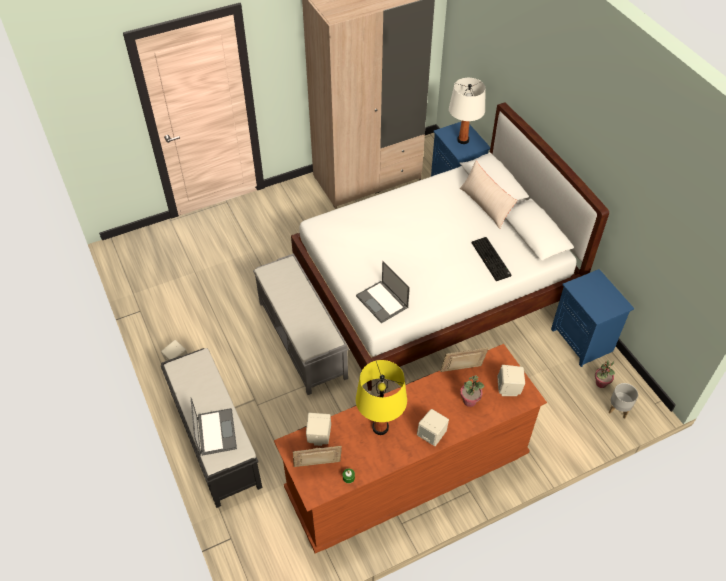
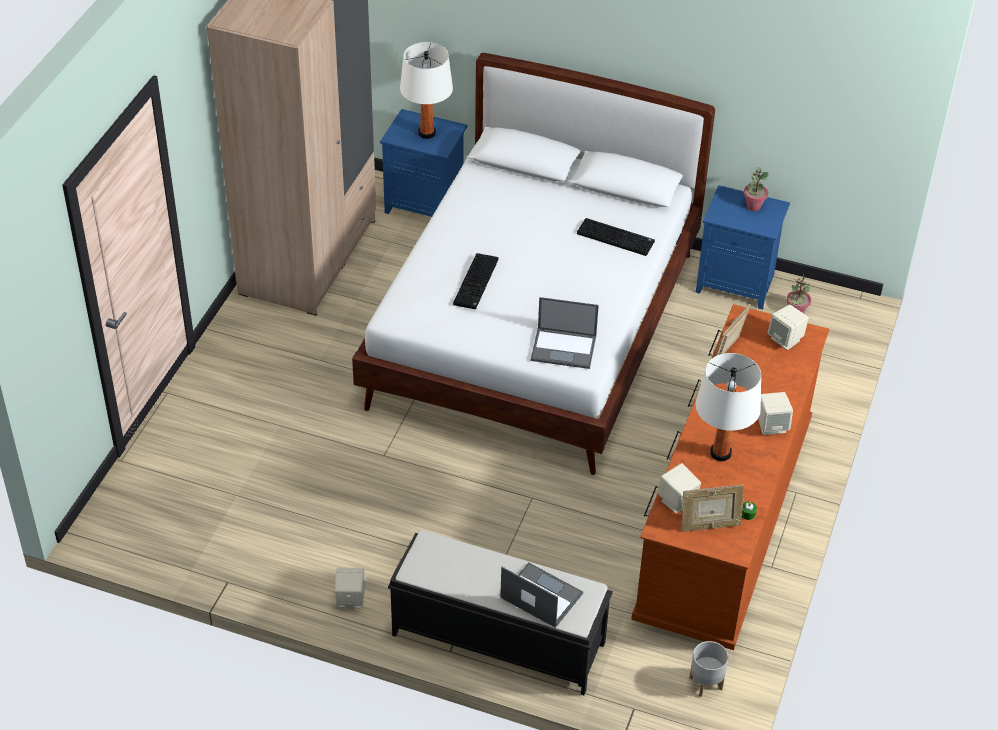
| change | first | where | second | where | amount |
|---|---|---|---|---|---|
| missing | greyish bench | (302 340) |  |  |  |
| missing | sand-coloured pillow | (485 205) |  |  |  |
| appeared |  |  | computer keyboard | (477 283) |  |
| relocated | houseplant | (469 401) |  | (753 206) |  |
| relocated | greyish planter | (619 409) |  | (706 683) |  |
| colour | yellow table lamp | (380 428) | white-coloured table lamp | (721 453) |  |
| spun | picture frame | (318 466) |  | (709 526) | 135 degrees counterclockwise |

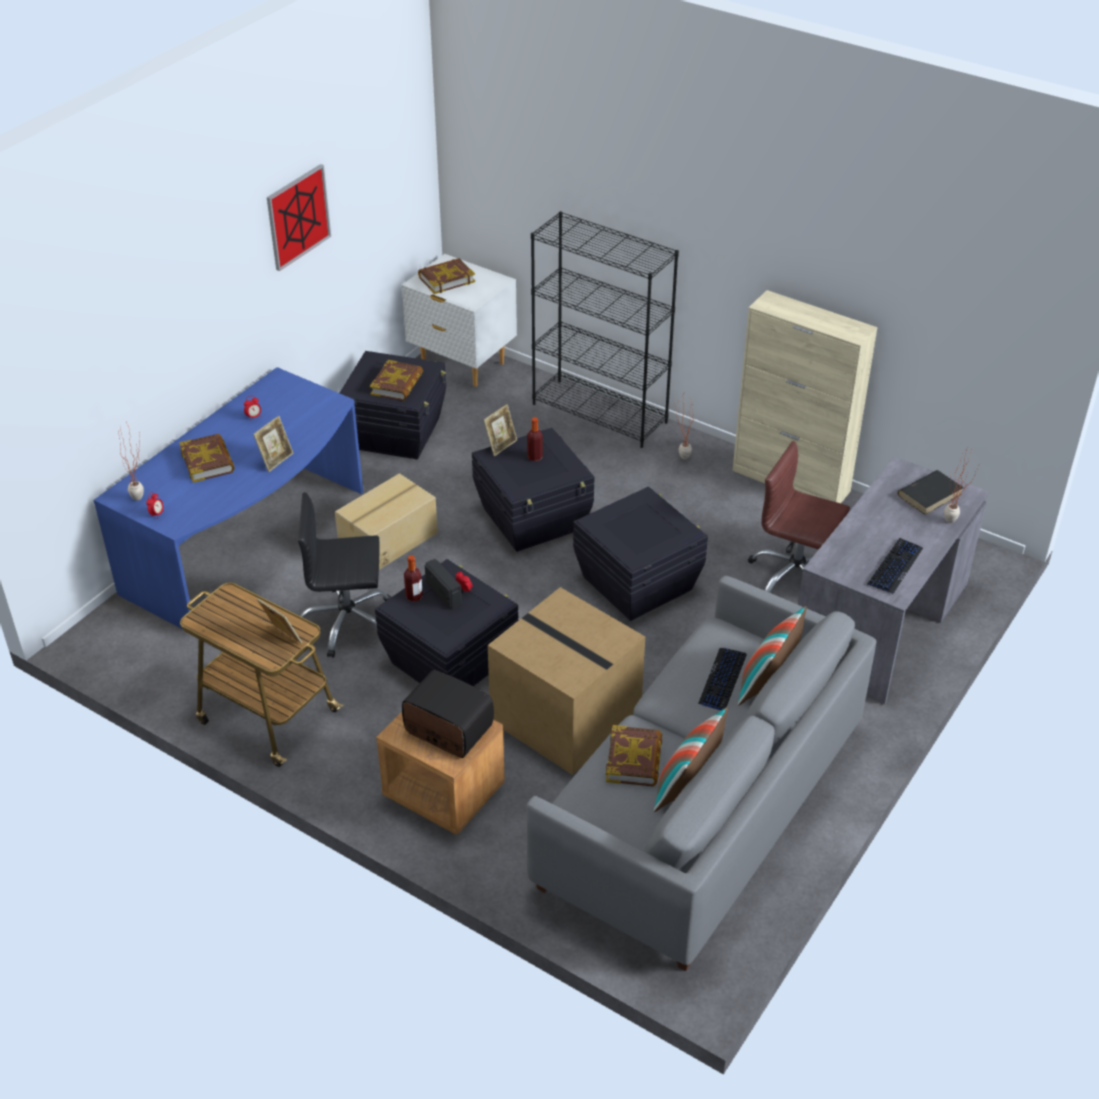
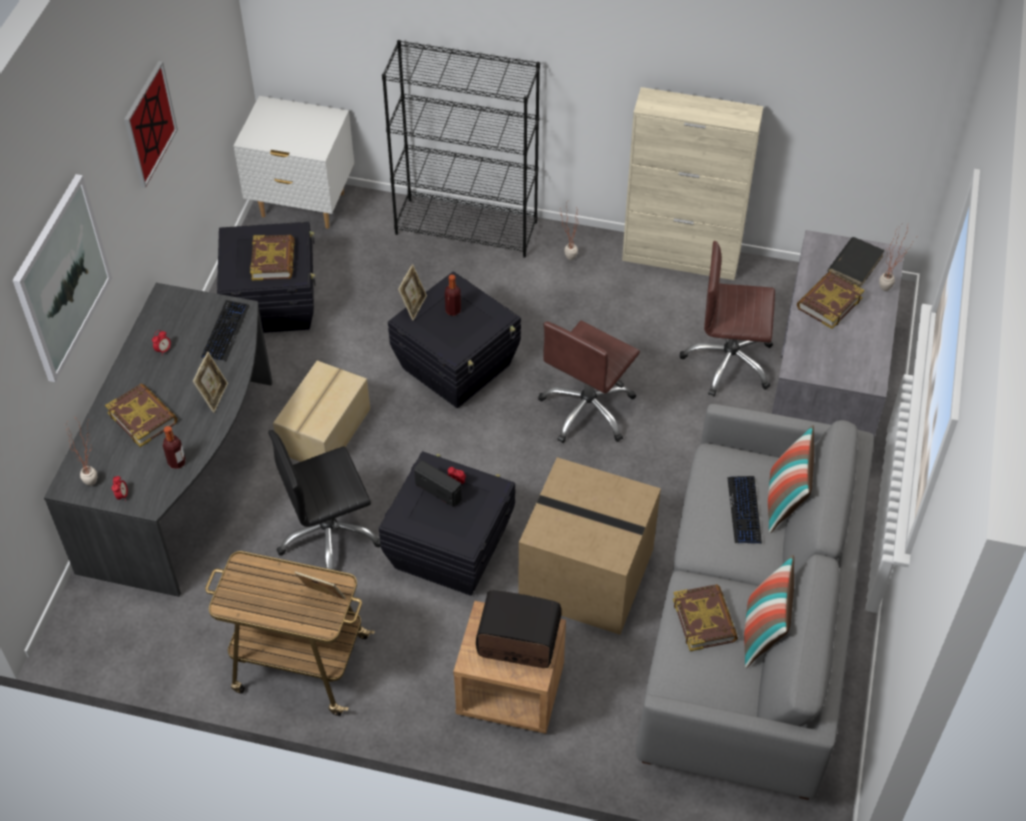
| change | first | where | second | where | amount |
|---|---|---|---|---|---|
| appeared |  |  | wall picture | (62 278) |  |
| relocated | beverage bottle | (414 596) |  | (177 462) |  |
| relocated | book | (446 279) |  | (828 303) |  |
| relocated | computer keyboard | (895 567) |  | (225 331) |  |
| exchanged | blackish storage box | (637 582) | brownish computer chair | (588 410) |  |
| colour | blue-coloured desk table | (251 544) | greyish desk table | (186 475) |  |

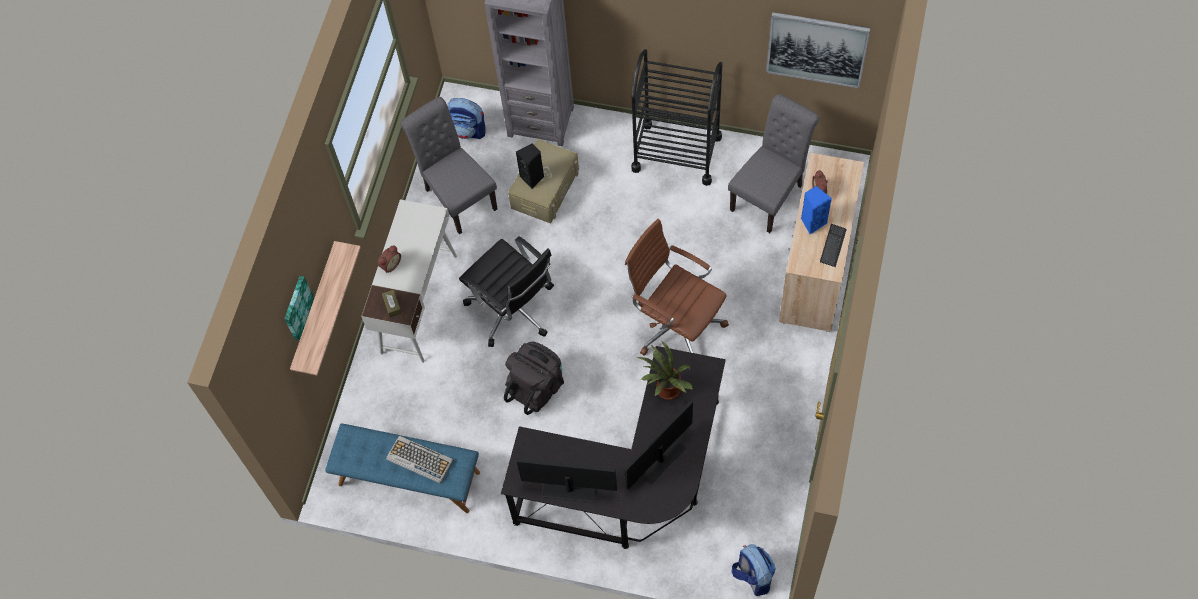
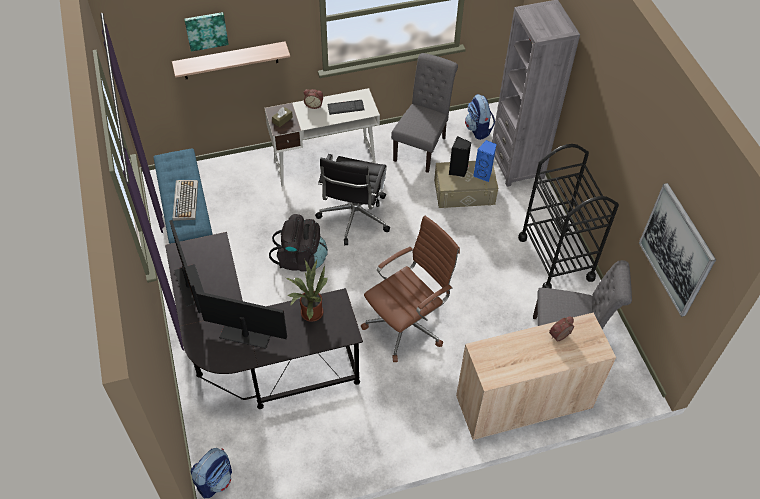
| change | first | where | second | where | amount |
|---|---|---|---|---|---|
| relocated | blue-coloured speaker | (812 222) |  | (483 174) |  |
| relocated | computer keyboard | (833 246) |  | (345 108) |  |
| spun | brownish computer chair | (676 324) |  | (407 324) | 45 degrees clockwise |

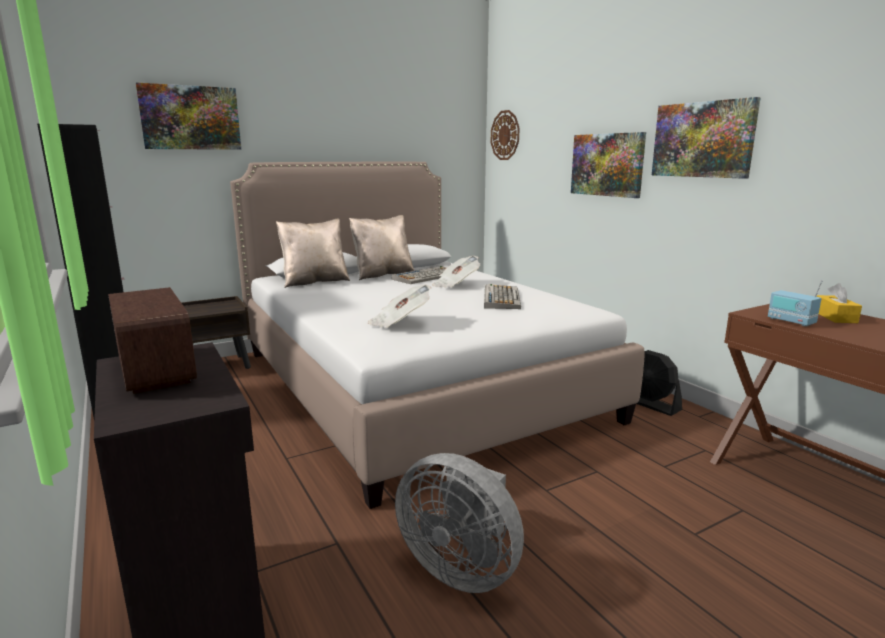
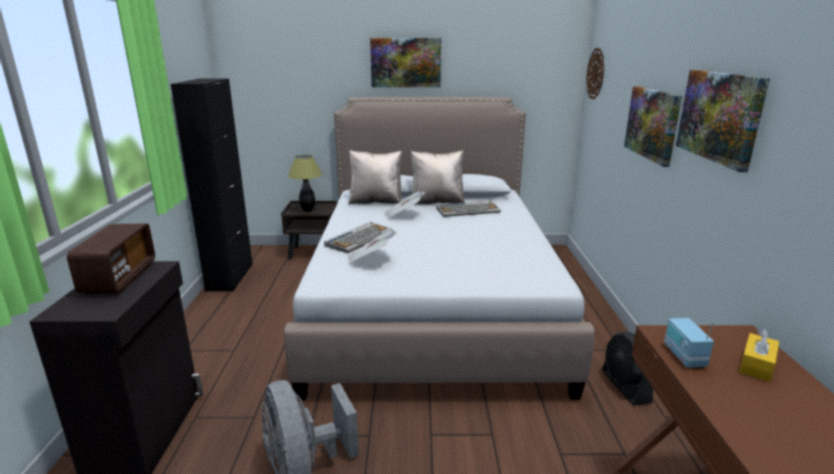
| change | first | where | second | where | amount |
|---|---|---|---|---|---|
| appeared |  |  | table lamp | (308 210) |  |
| relocated | wall picture | (190 118) |  | (405 62) |  |
| relocated | printed paper | (455 284) |  | (403 215) |  |
| relocated | computer keyboard | (501 298) |  | (359 238) |  |

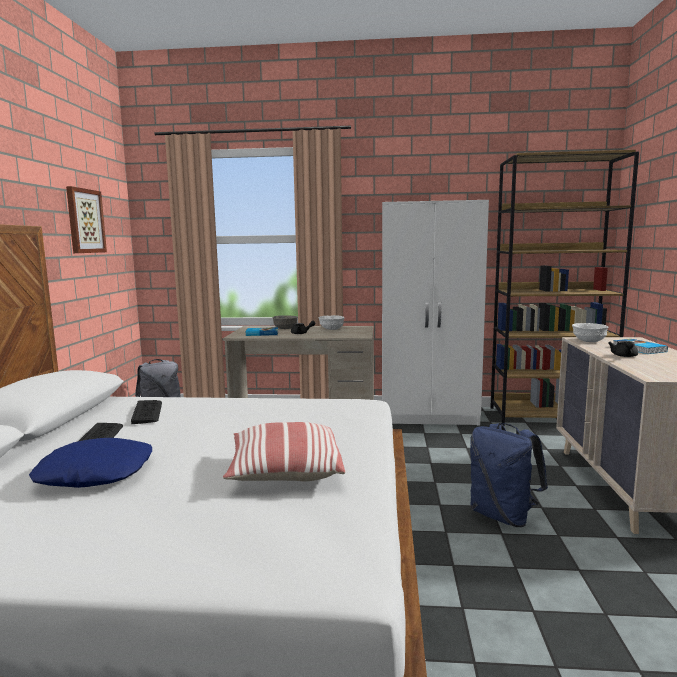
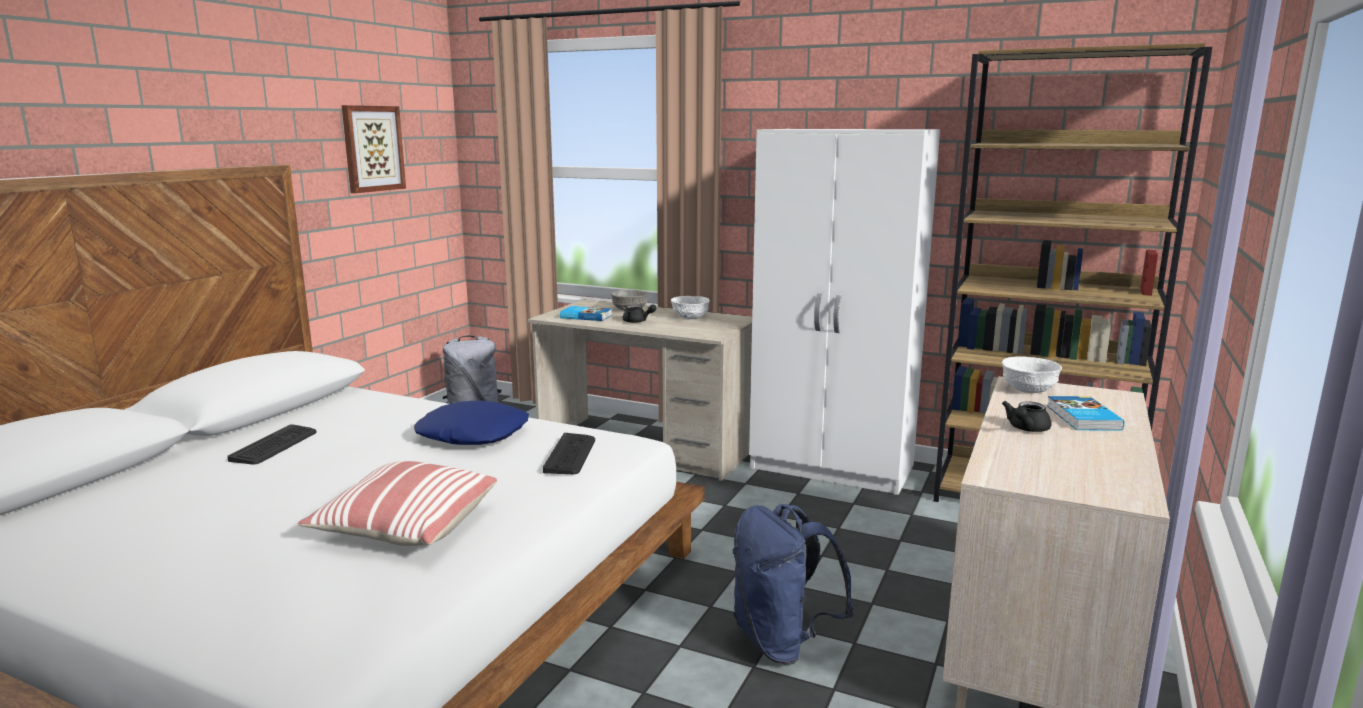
| change | first | where | second | where | amount |
|---|---|---|---|---|---|
| relocated | blue-coloured pillow | (96 473) |  | (474 434) |  |
| relocated | computer keyboard | (147 412) |  | (570 455) |  |

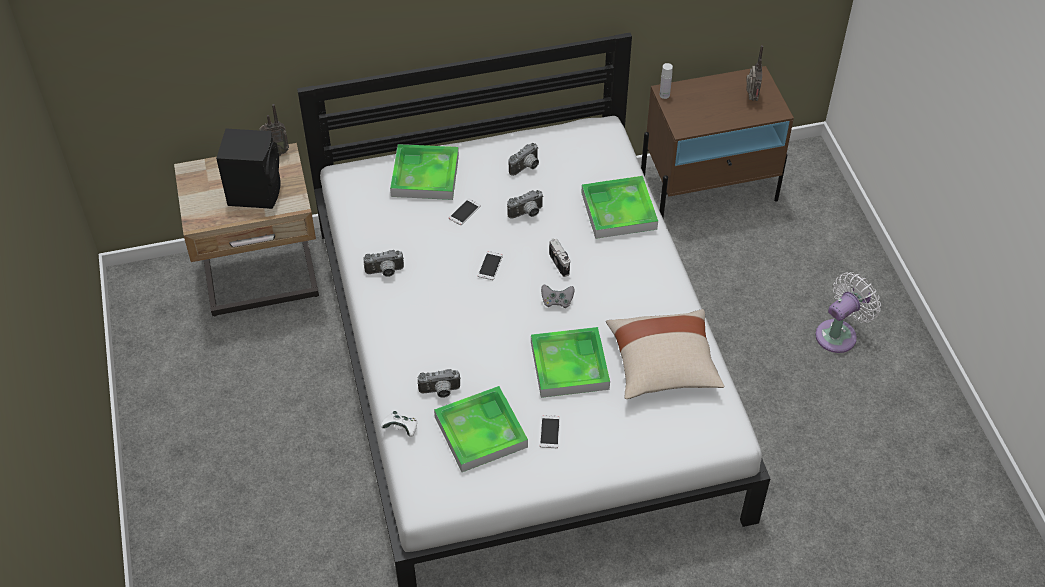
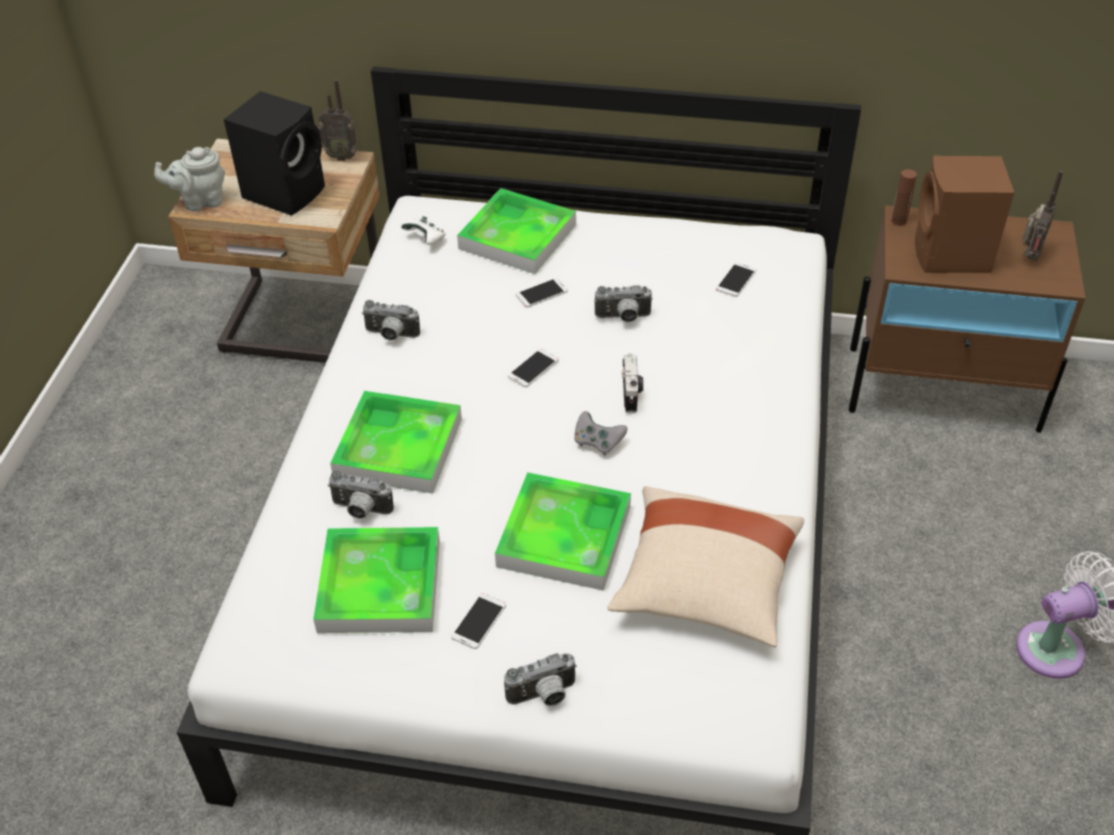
| change | first | where | second | where | amount |
|---|---|---|---|---|---|
| appeared |  |  | greyish teapot | (200 201) |  |
| appeared |  |  | telephone | (736 280) |  |
| appeared |  |  | brownish speaker | (951 256) |  |
| relocated | white-coloured gamepad | (401 429) |  | (426 240) |  |
| relocated | still camera | (526 168) |  | (543 696) |  |
| relocated | serving tray | (618 211) |  | (398 447) |  |
| colour | white-coloured beverage bottle | (664 95) | brownish beverage bottle | (898 220) |  |

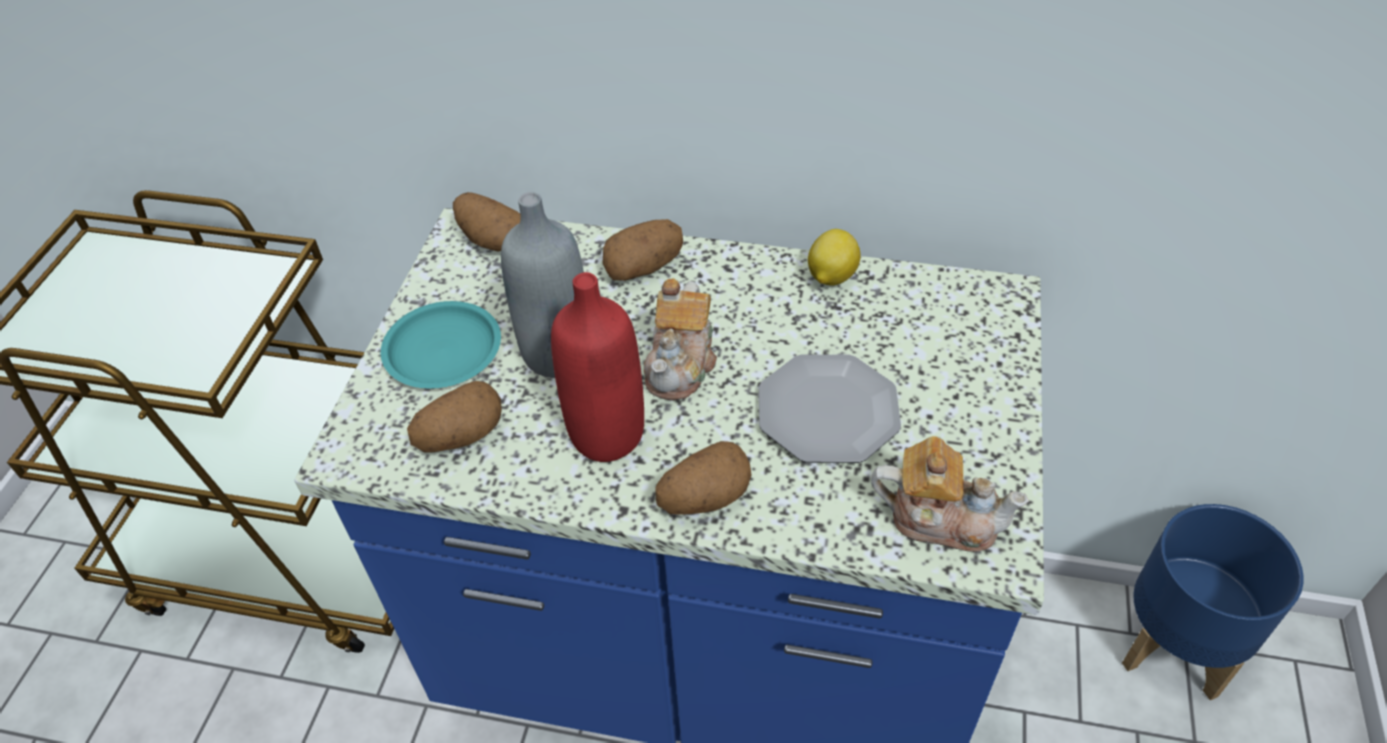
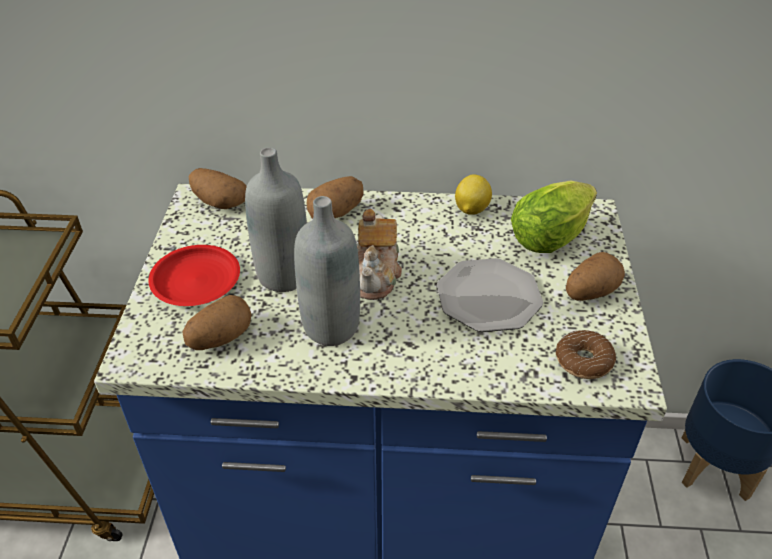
| change | first | where | second | where | amount |
|---|---|---|---|---|---|
| appeared |  |  | lettuce head | (553 235) |  |
| relocated | potato | (704 498) |  | (590 292) |  |
| exchanged | teapot | (941 518) | ring doughnut | (584 361) |  |
| colour | blue-green plate | (444 350) | red-coloured plate | (196 280) |  |
| colour | red-coloured beverage bottle | (607 435) | greyish beverage bottle | (331 327) |  |

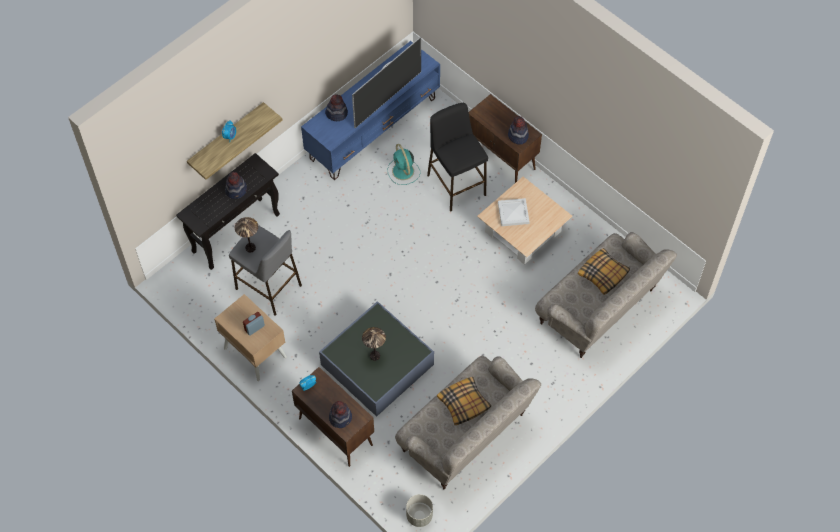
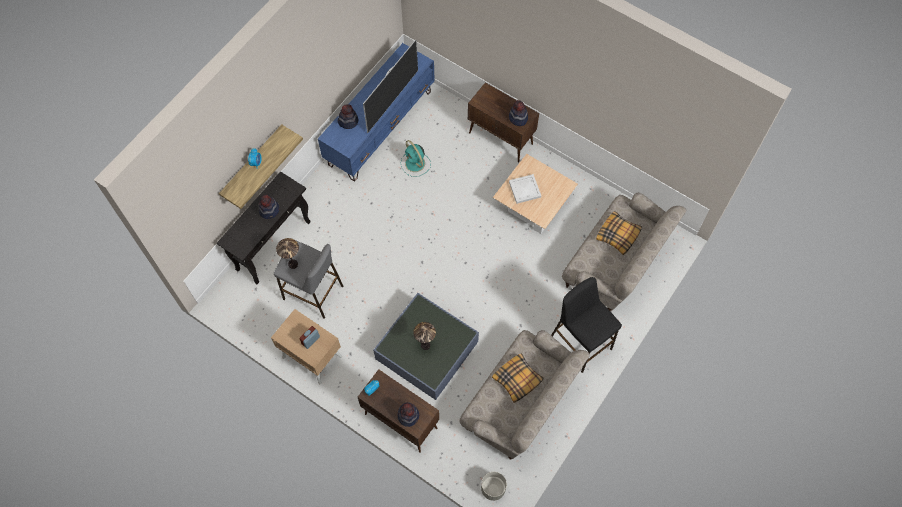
| change | first | where | second | where | amount |
|---|---|---|---|---|---|
| relocated | blackish sitting stool | (456 185) |  | (580 342) |  |

